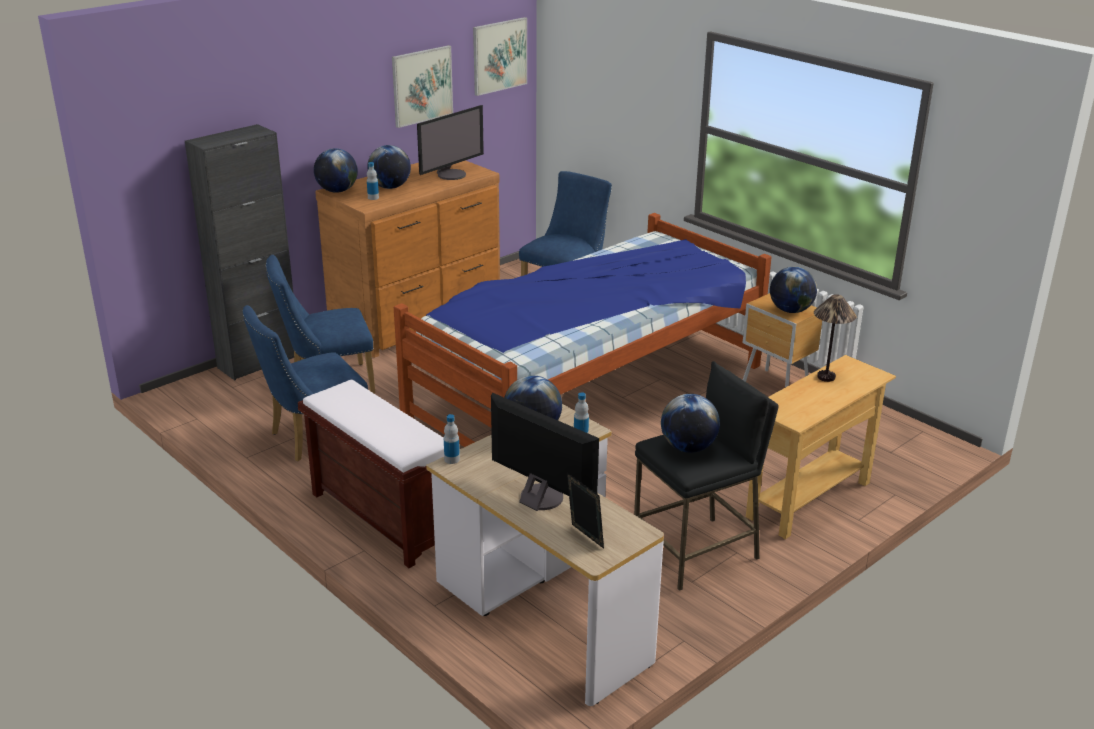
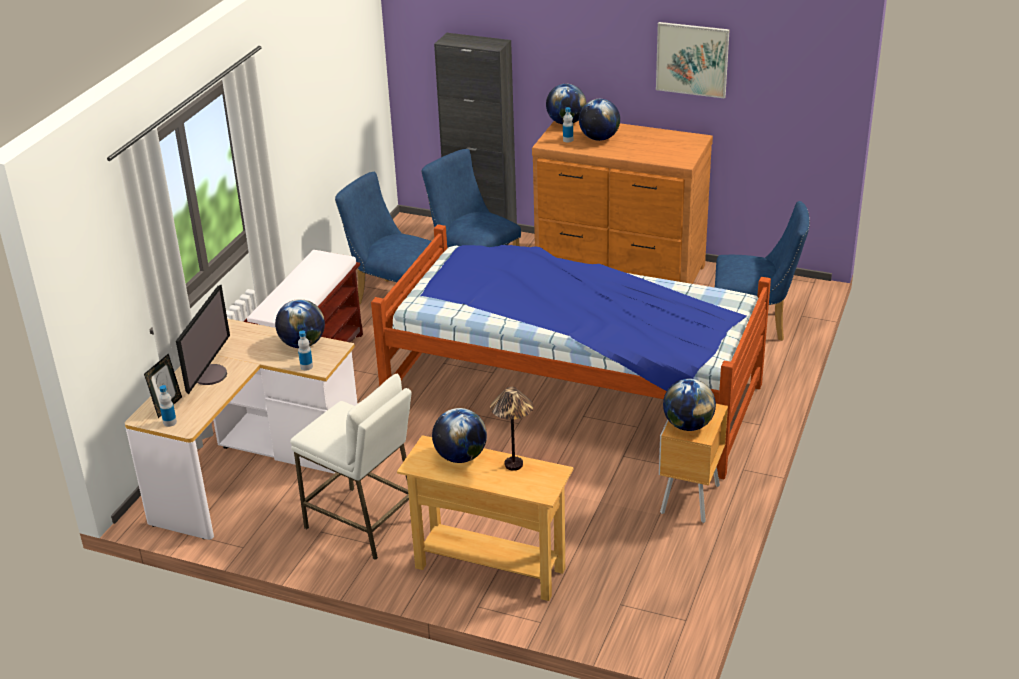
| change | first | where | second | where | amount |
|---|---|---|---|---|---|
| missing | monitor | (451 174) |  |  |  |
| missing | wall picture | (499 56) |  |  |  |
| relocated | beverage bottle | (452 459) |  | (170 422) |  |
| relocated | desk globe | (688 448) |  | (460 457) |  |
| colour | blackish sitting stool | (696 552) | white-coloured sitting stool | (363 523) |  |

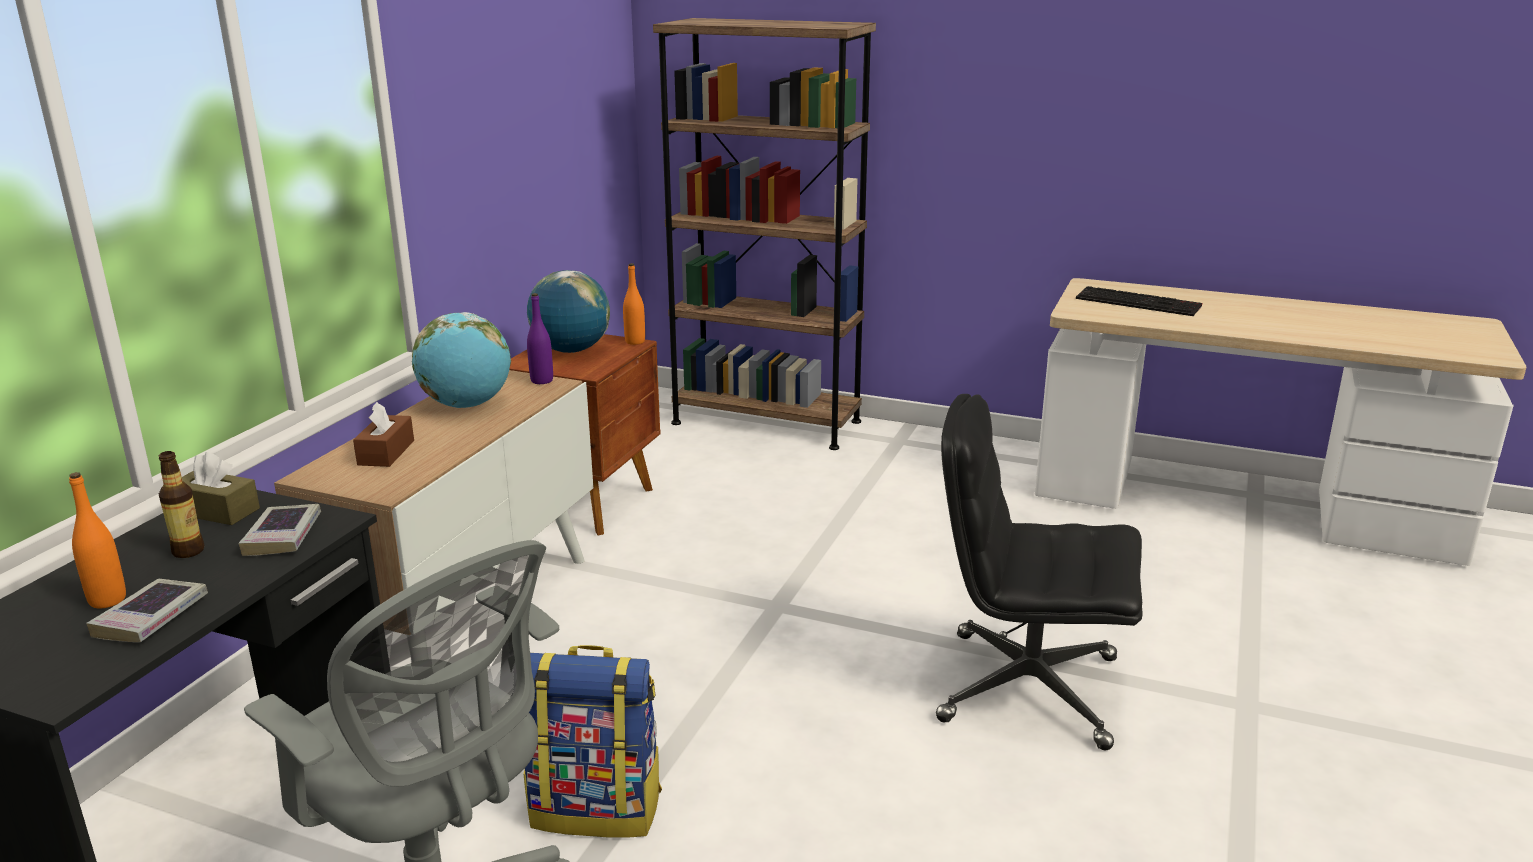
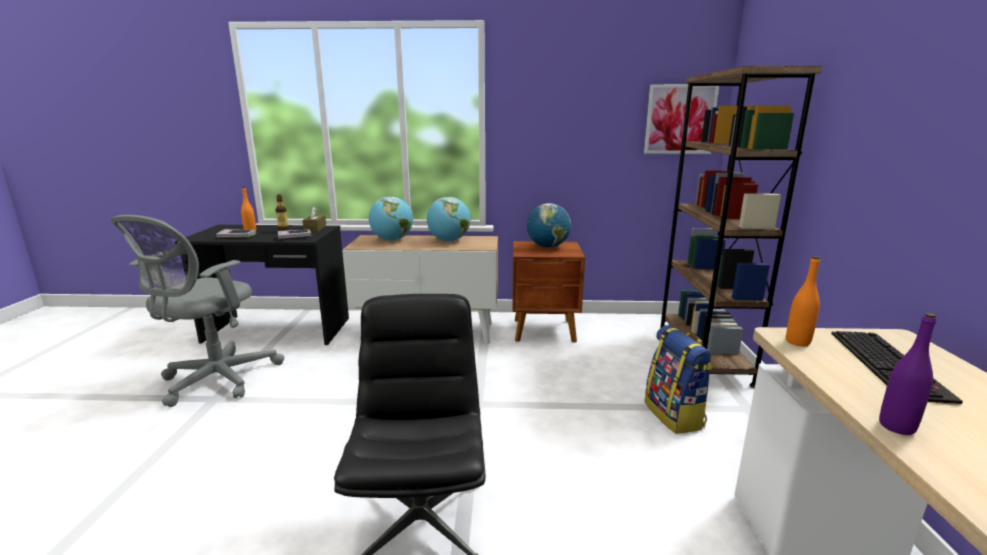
| change | first | where | second | where | amount |
|---|---|---|---|---|---|
| appeared |  |  | wall picture | (680 119) |  |
| relocated | rucksack | (598 808) |  | (674 415) |  |
| relocated | purplish beverage bottle | (542 380) |  | (896 426) |  |
| relocated | orange beverage bottle | (635 341) |  | (797 342) |  |
| exchanged | brownish tissue box | (386 453) | desk globe | (392 240) |  |

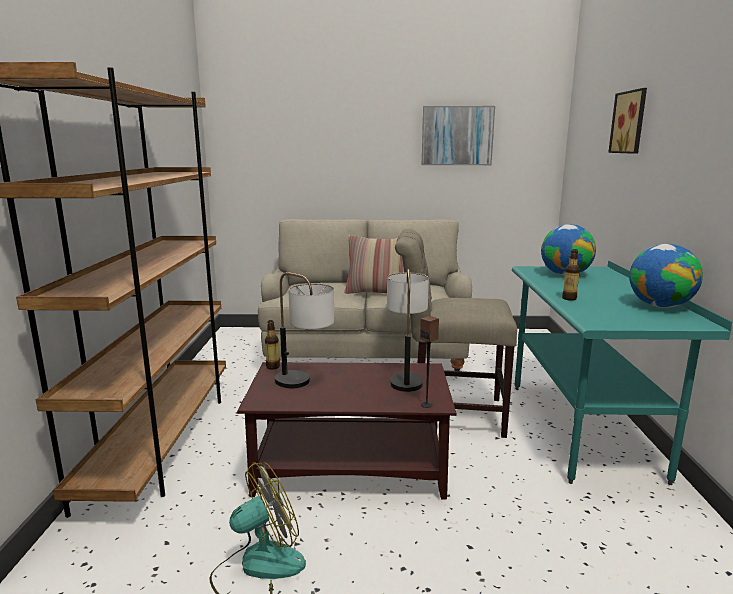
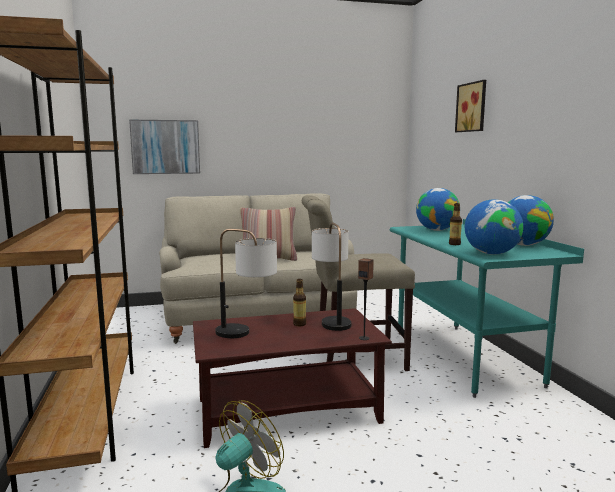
| change | first | where | second | where | amount |
|---|---|---|---|---|---|
| appeared |  |  | desk globe | (491 253) |  |
| relocated | beverage bottle | (273 367) |  | (299 324) |  |
| relocated | wall picture | (457 136) |  | (165 147) |  |

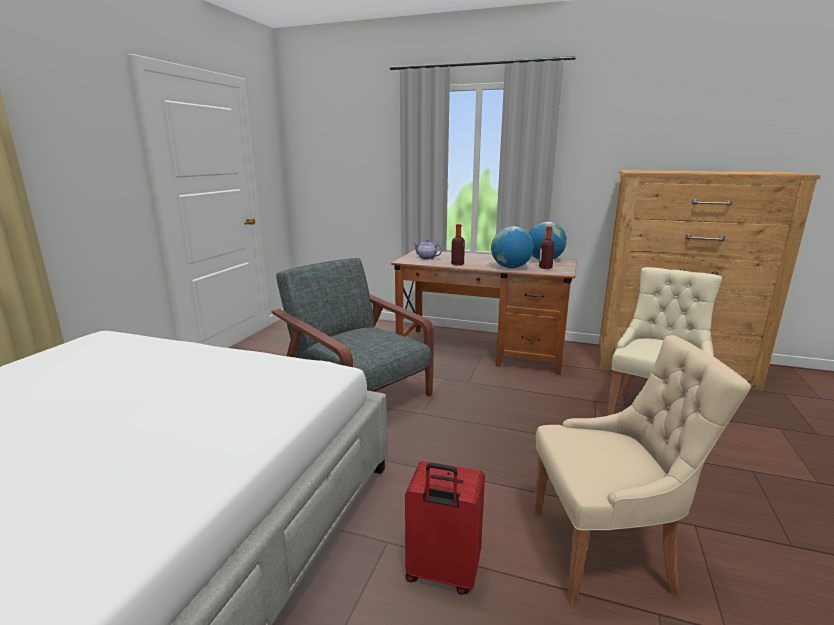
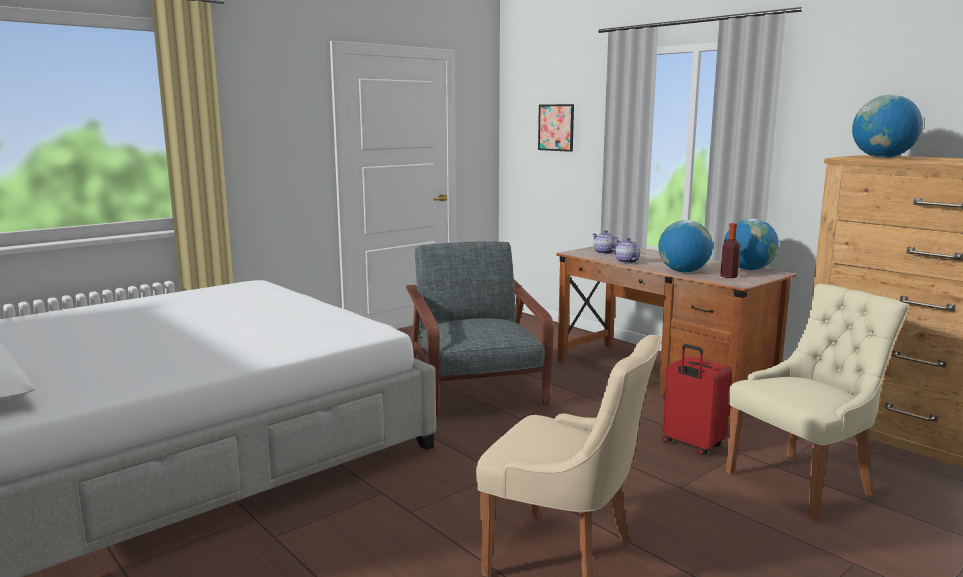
| change | first | where | second | where | amount |
|---|---|---|---|---|---|
| appeared |  |  | wall picture | (556 127) |  |
| appeared |  |  | desk globe | (882 157) |  |
| relocated | red-coloured travel case | (442 573) |  | (691 445) |  |
| exchanged | beverage bottle | (457 264) | teapot | (626 262) |  |

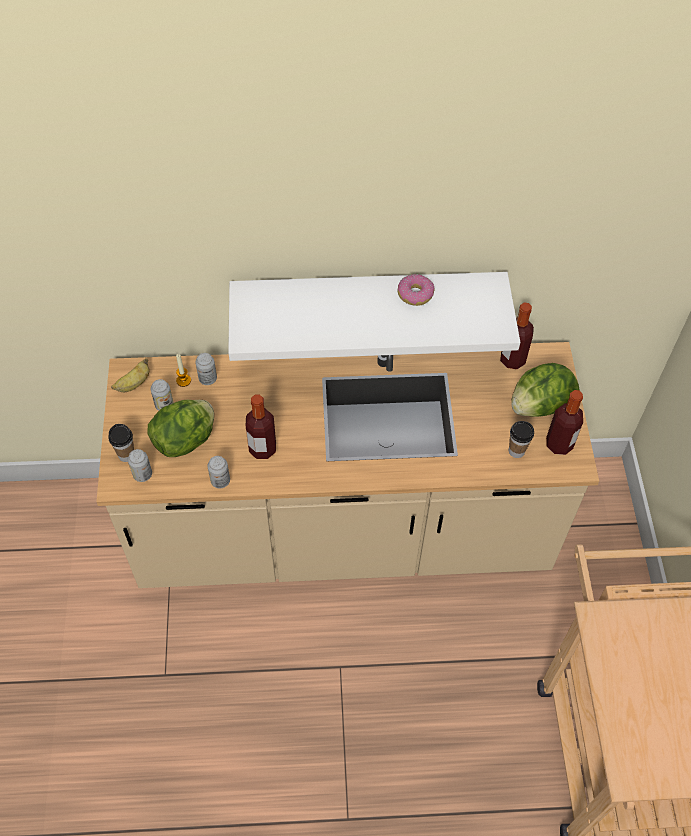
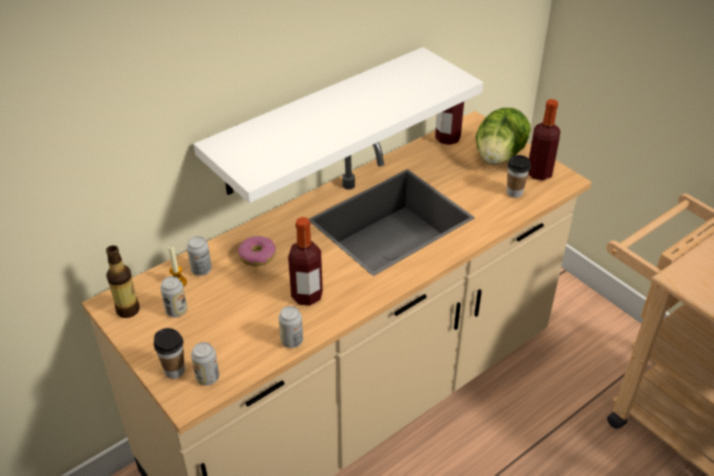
| change | first | where | second | where | amount |
|---|---|---|---|---|---|
| missing | lettuce head | (186 440) |  |  |  |
| relocated | ring doughnut | (415 294) |  | (257 256) |  |
| exchanged | banana | (134 384) | beverage bottle | (128 310) |  |

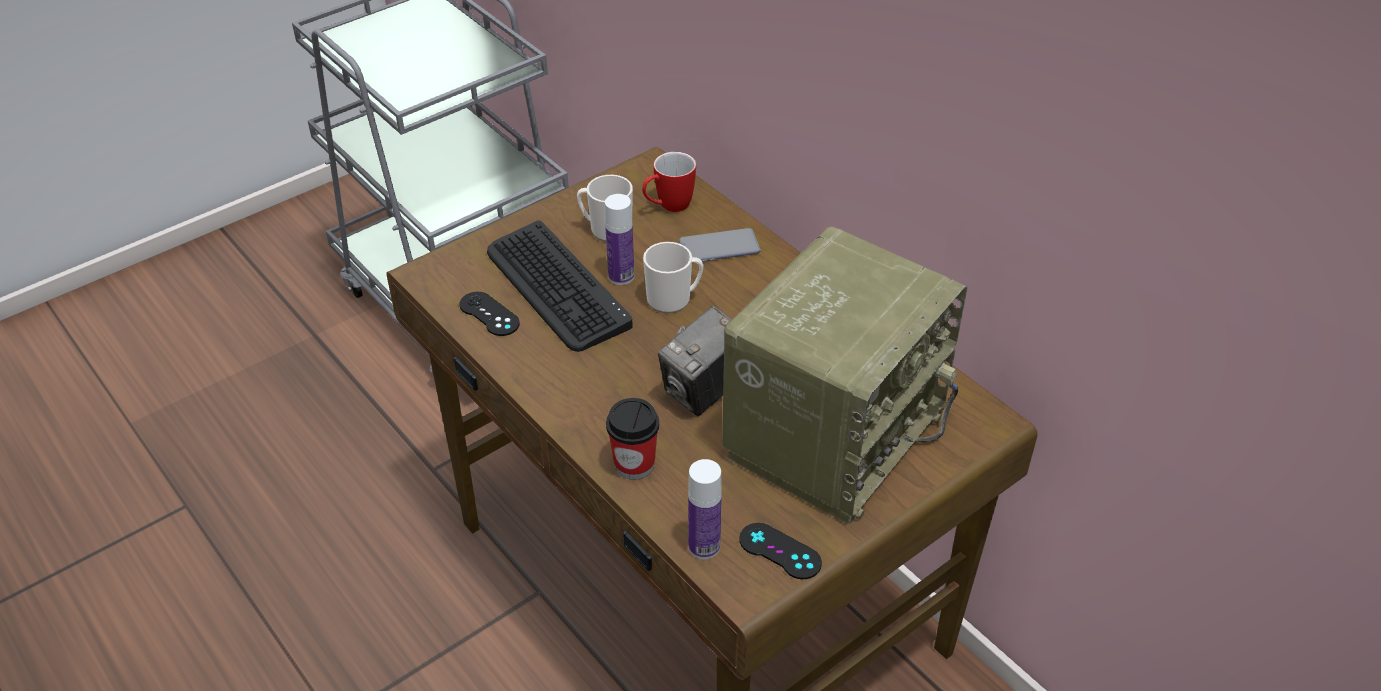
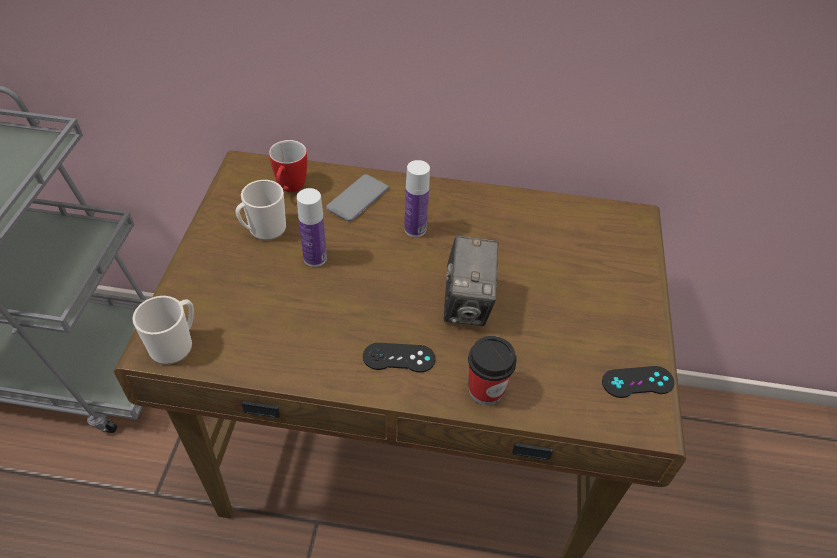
| change | first | where | second | where | amount |
|---|---|---|---|---|---|
| missing | computer keyboard | (556 287) |  |  |  |
| missing | radio set | (834 431) |  |  |  |
| relocated | blackish gamepad | (489 314) |  | (399 358) |  |
| relocated | coffee mug | (673 299) |  | (175 344) |  |
| relocated | beverage bottle | (704 546) |  | (415 229) |  |

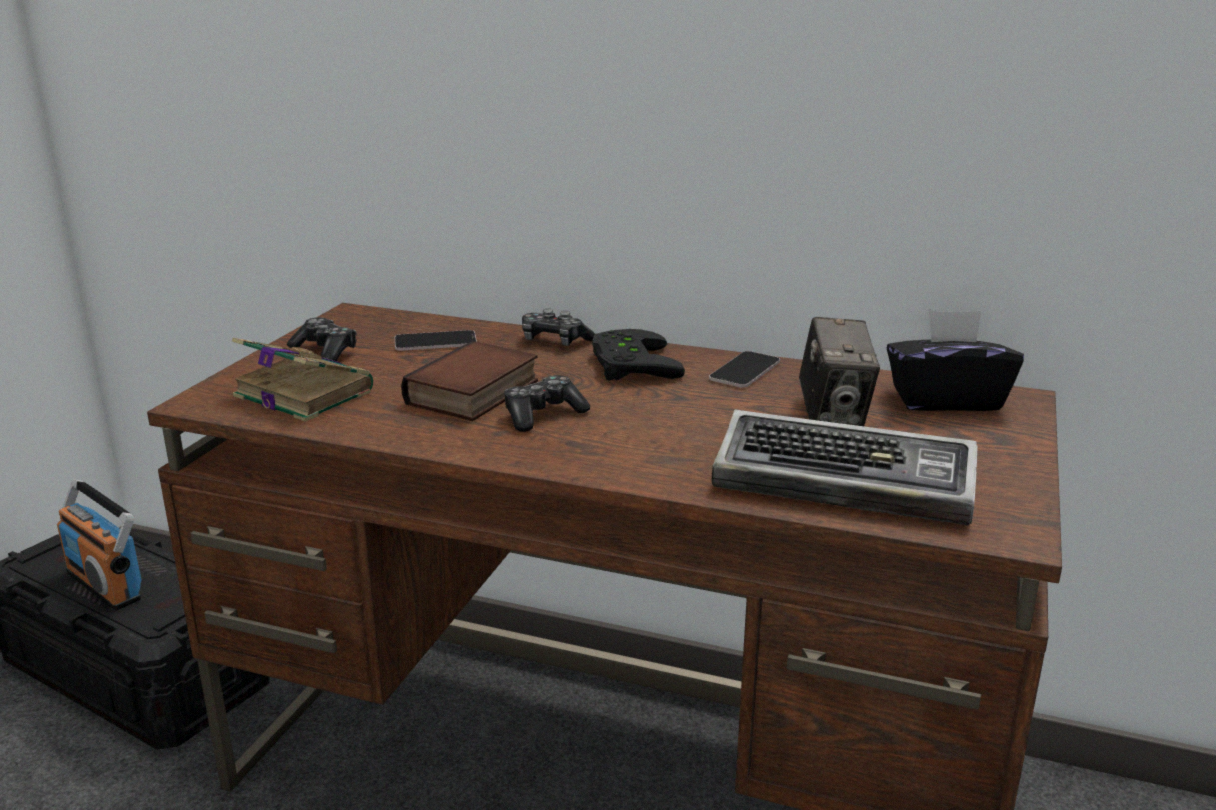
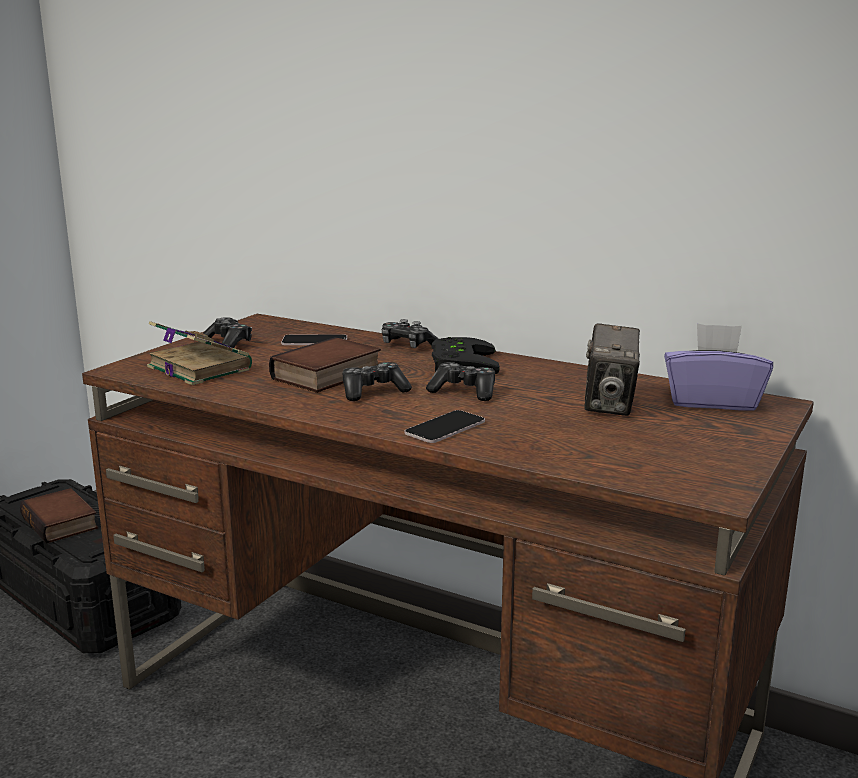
| change | first | where | second | where | amount |
|---|---|---|---|---|---|
| missing | computer keyboard | (847 483) |  |  |  |
| appeared |  |  | gamepad | (464 392) |  |
| relocated | telephone | (745 371) |  | (445 428) |  |
| exchanged | radio set | (105 584) | book | (62 523) |  |
| colour | blackish tissue box | (946 400) | purplish tissue box | (712 401) |  |

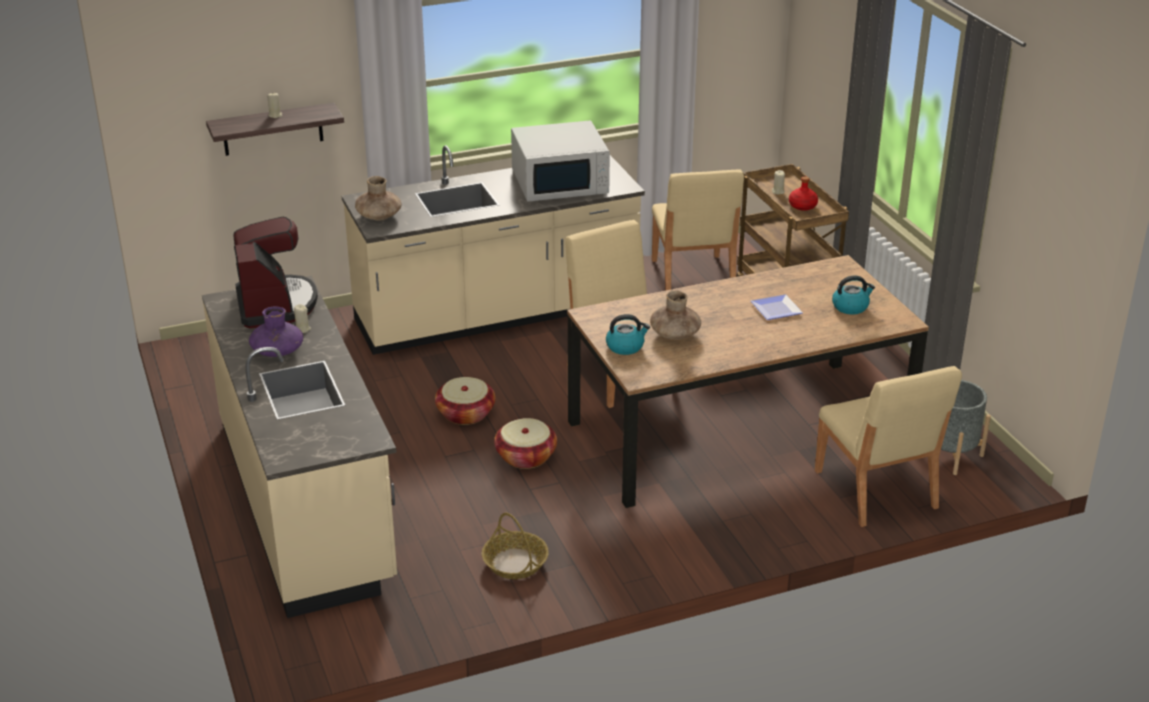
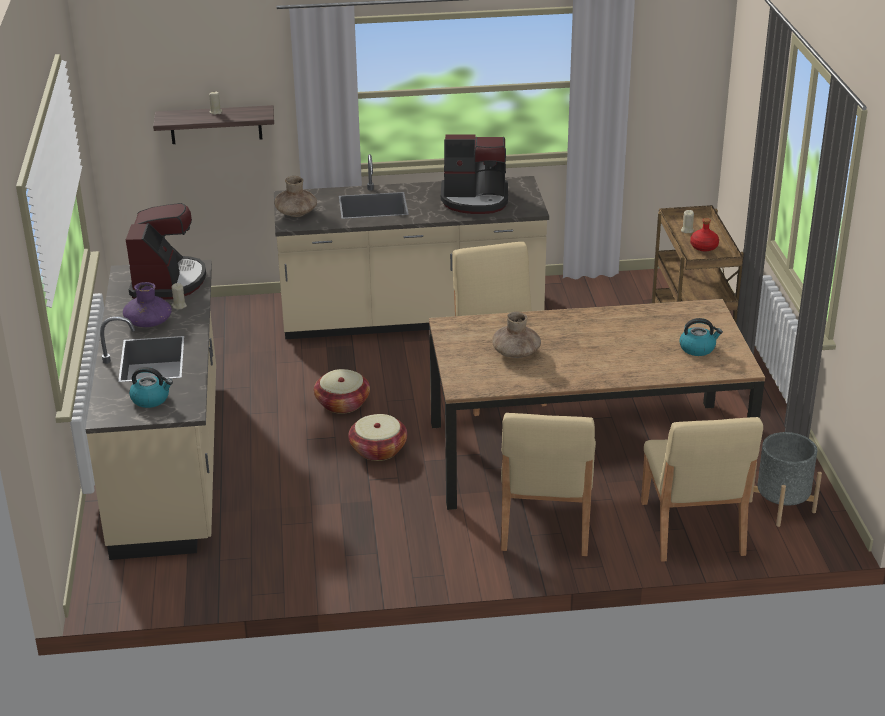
| change | first | where | second | where | amount |
|---|---|---|---|---|---|
| missing | basket | (515 563) |  |  |  |
| missing | plate | (778 310) |  |  |  |
| relocated | kettle | (625 346) |  | (151 399) |  |
| relocated | sand-coloured upright chair | (692 277) |  | (545 524) |  |
| exchanged | white-coloured microwave | (561 182) | coffee maker | (475 199) |  |

